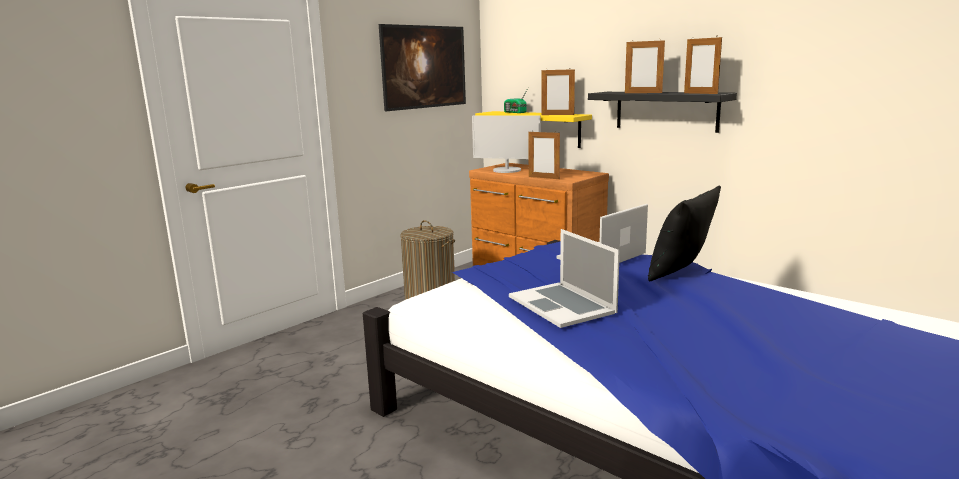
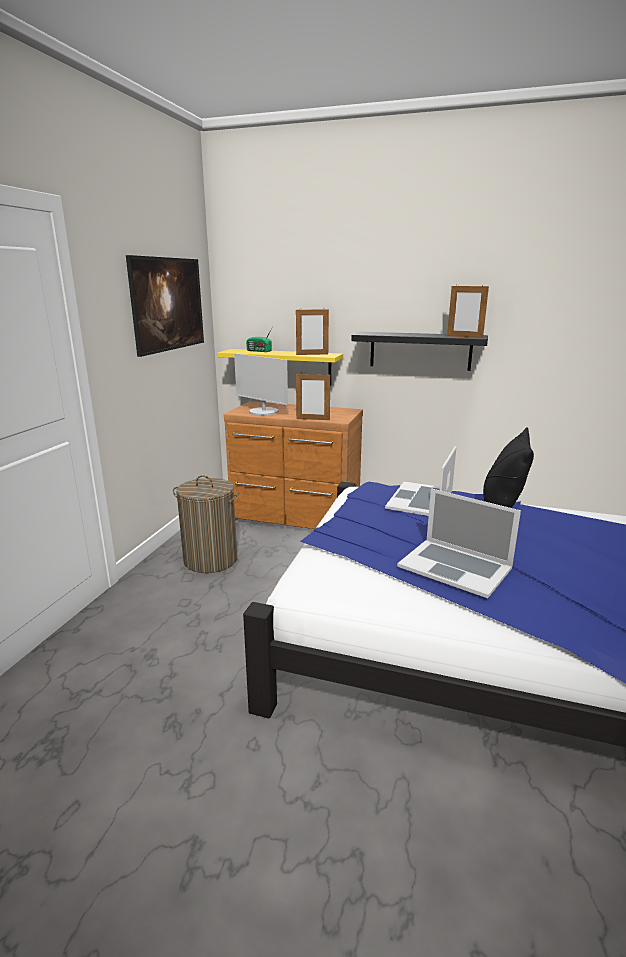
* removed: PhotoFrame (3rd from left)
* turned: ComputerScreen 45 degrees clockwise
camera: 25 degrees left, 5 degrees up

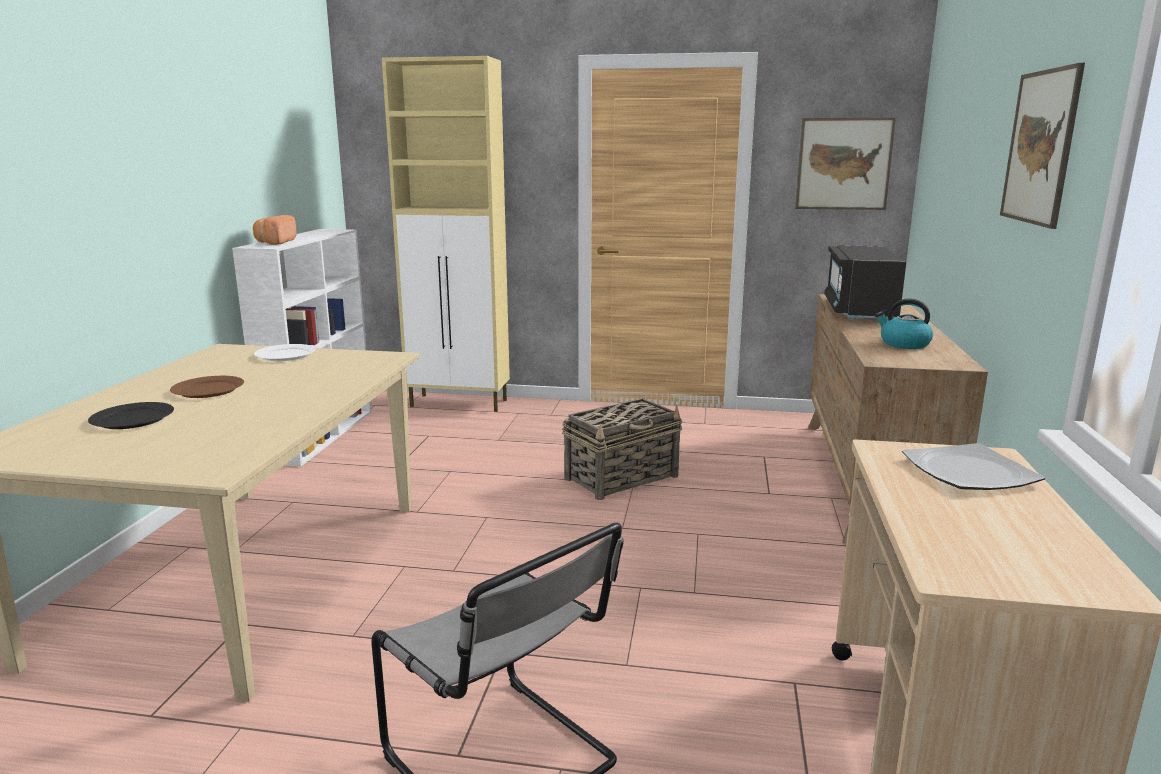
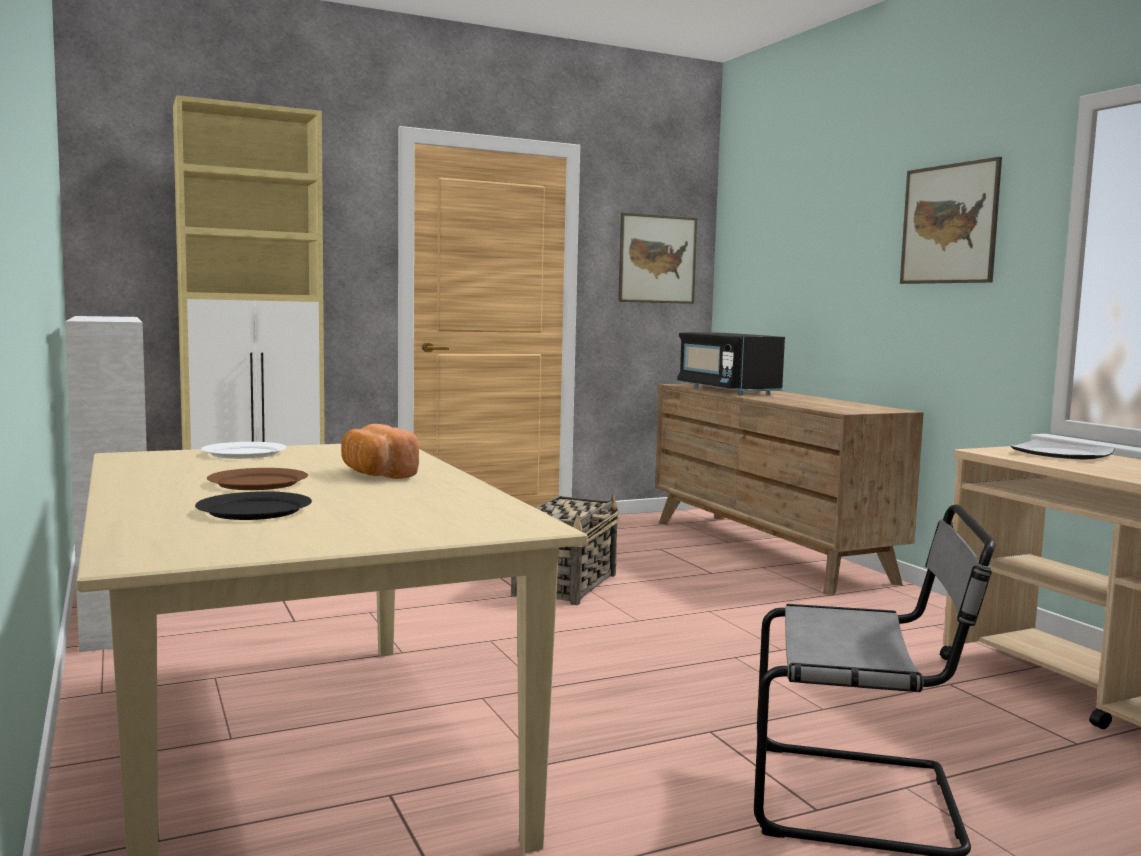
* removed: Kettle
* moved: Bread
camera: 35 degrees left, 10 degrees down

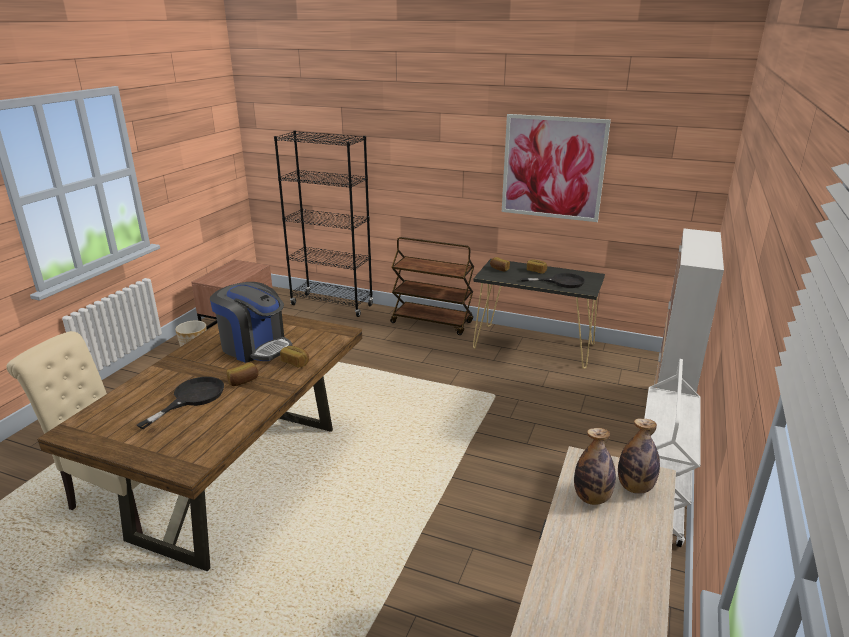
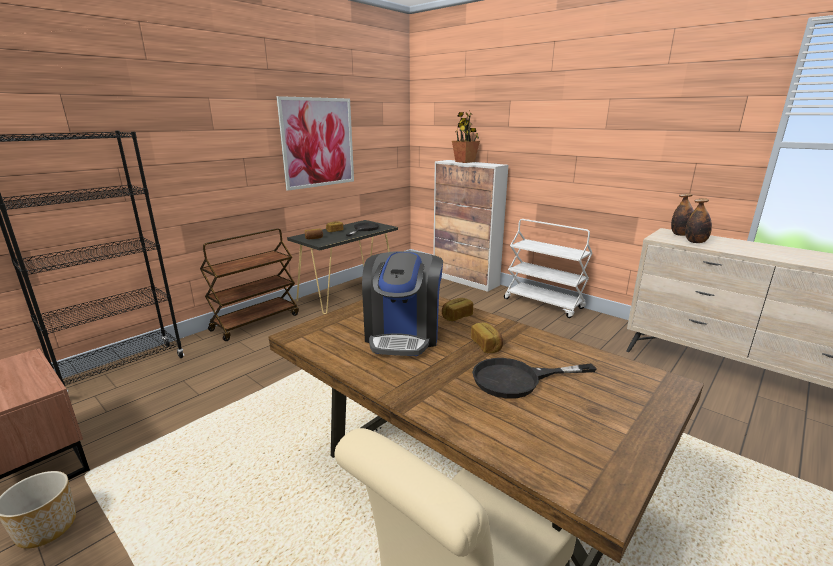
* added: PlantInAPot
* turned: BlackishPan (1st from left in the first image) 60 degrees counterclockwise
* turned: CoffeeMachine 135 degrees clockwise
camera: 70 degrees left, 5 degrees down

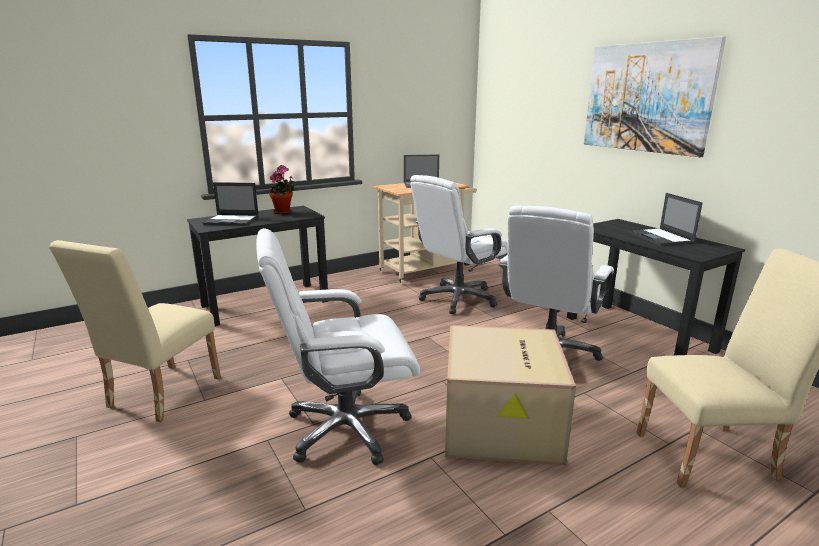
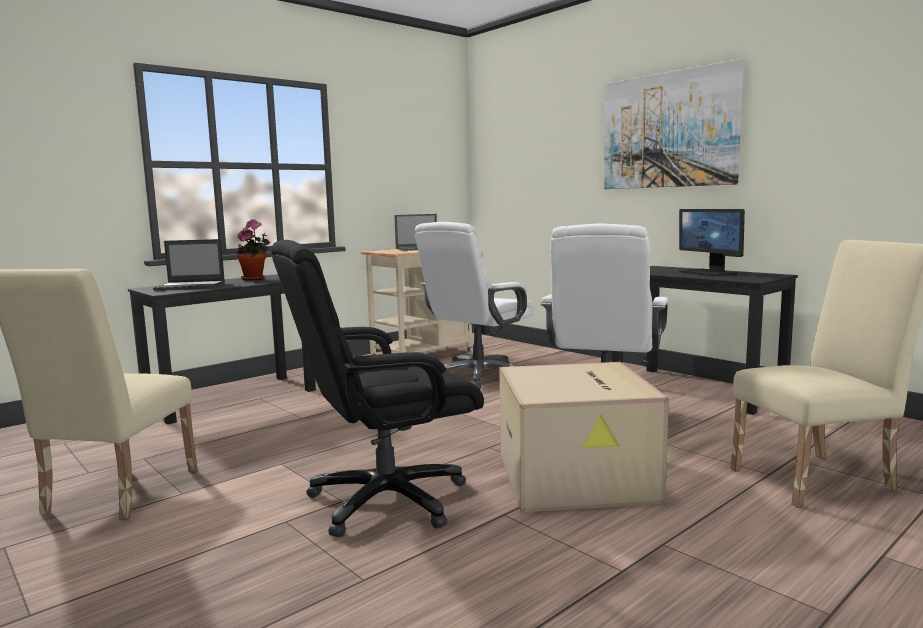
* replaced: NotebookComputer (3rd from left) to ComputerScreen
* recoloured: WhitishDeskChair (1st from left) to BlackishDeskChair
camera: 10 degrees left, 10 degrees down

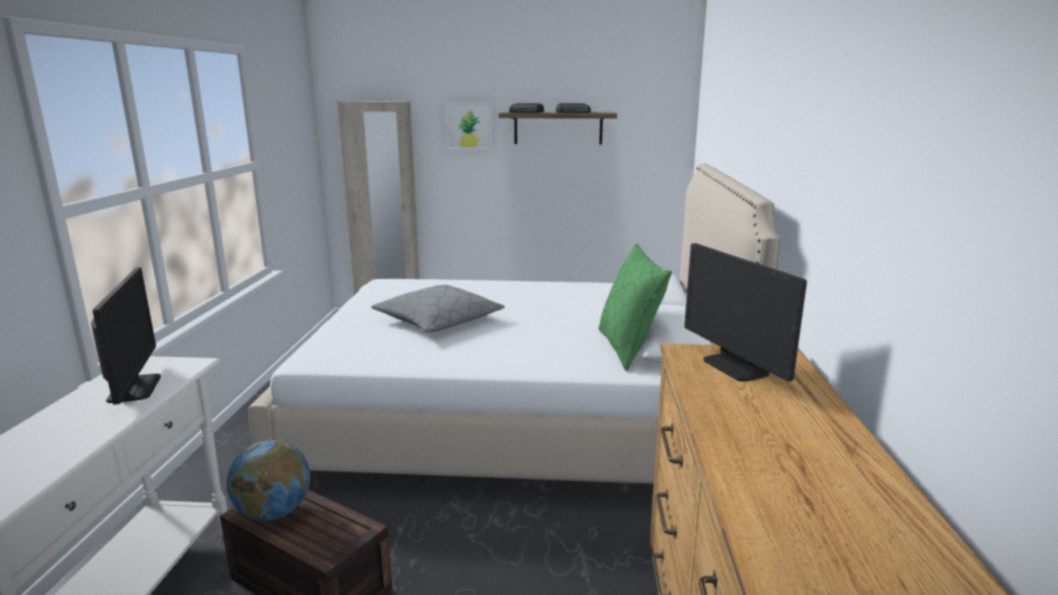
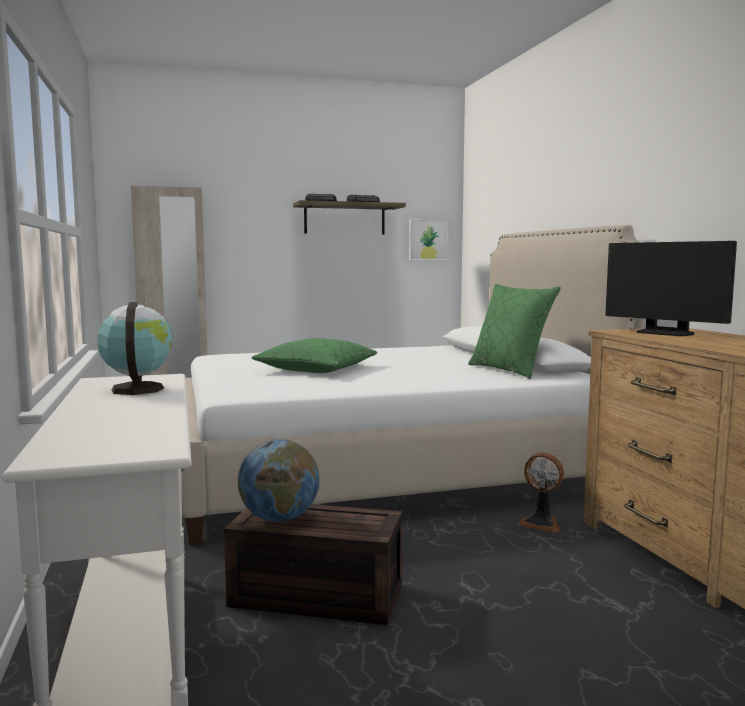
* added: ElectricFan
* moved: Picture
* replaced: ComputerScreen (1st from left) to WorldGlobe (1st from left)
* recoloured: GreyPillow to GreenPillow (1st from left)
camera: 20 degrees left, 10 degrees down

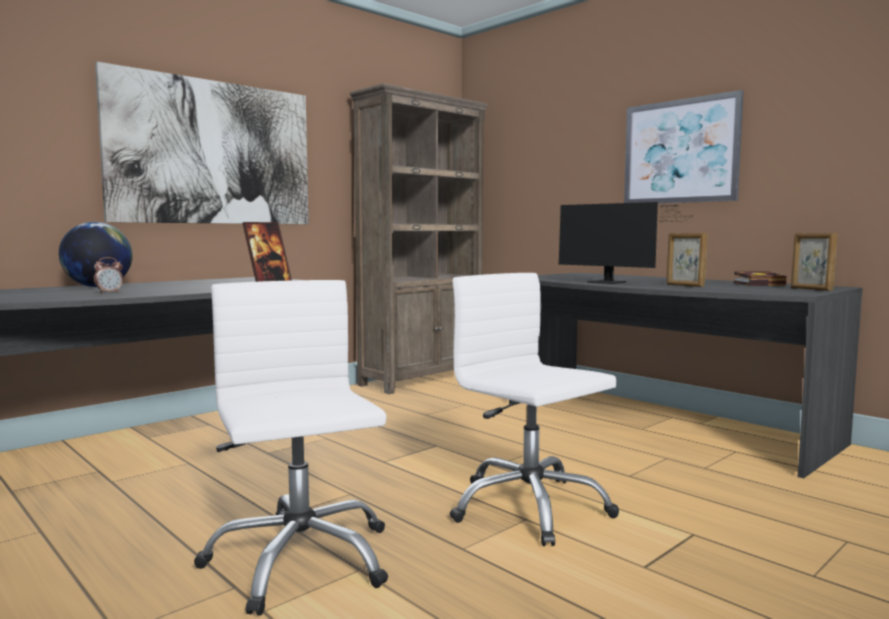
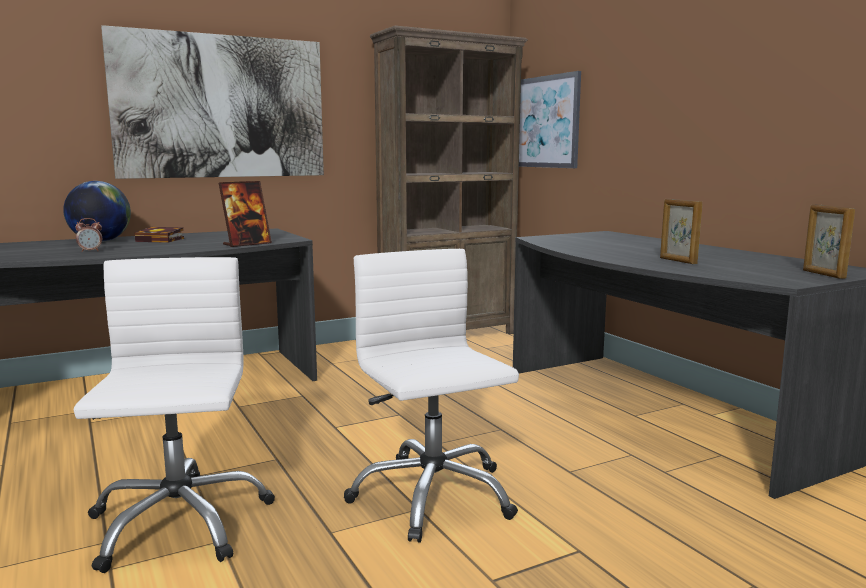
* removed: ComputerScreen
* moved: Picture (2nd from left)
* moved: Volume
camera: 15 degrees right, 5 degrees up

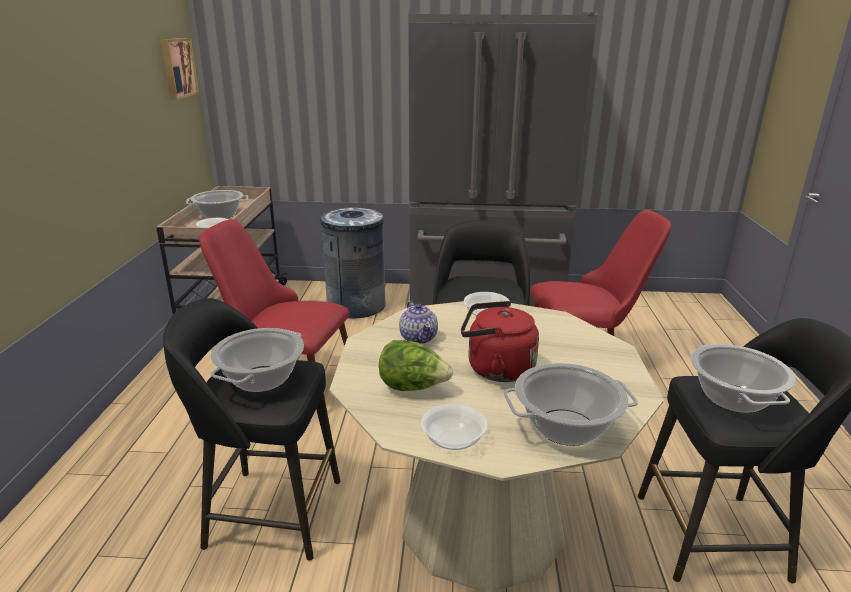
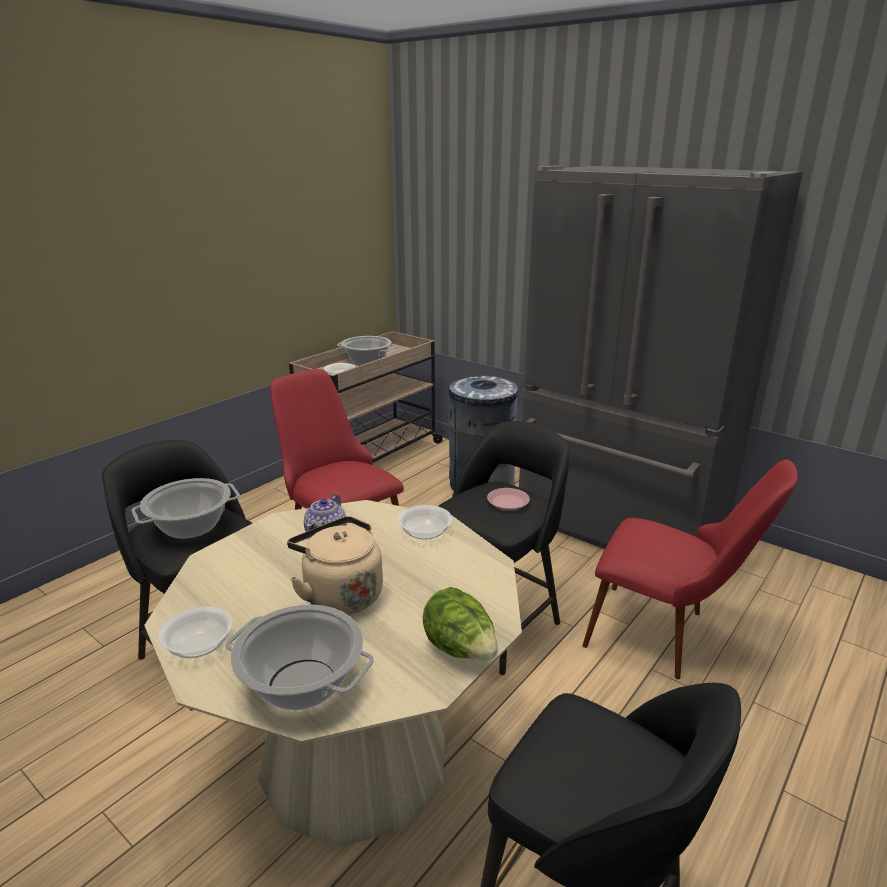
* removed: Picture
* removed: Stockpot (4th from left)
* added: PinkFlatDish
* moved: LettuceHead
* recoloured: RedColouredKettle to BeigeKettle
camera: 35 degrees right, 0 degrees up

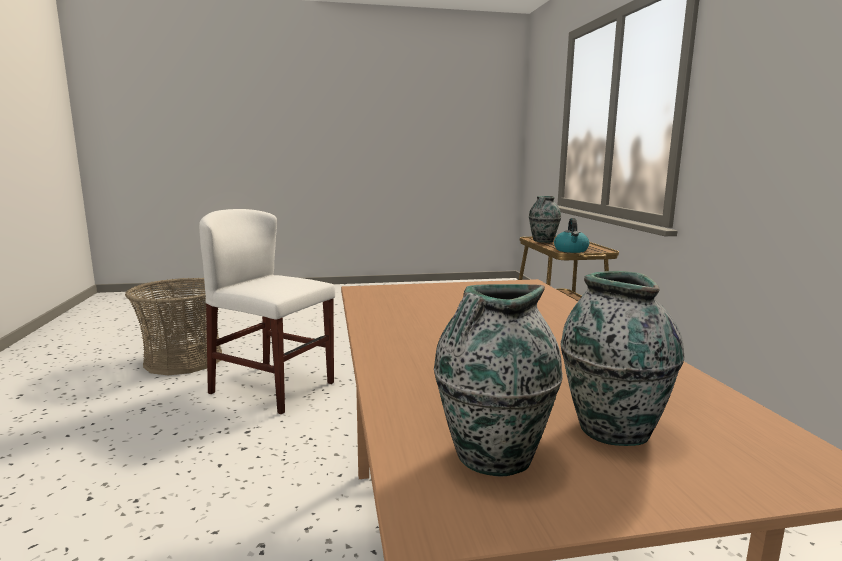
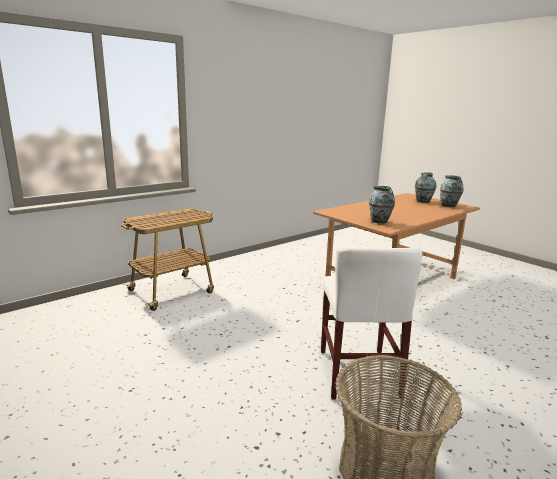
* removed: Kettle
* moved: Vase (2nd from left in the first image) to Vase (1st from left)
camera: 120 degrees left, 5 degrees up

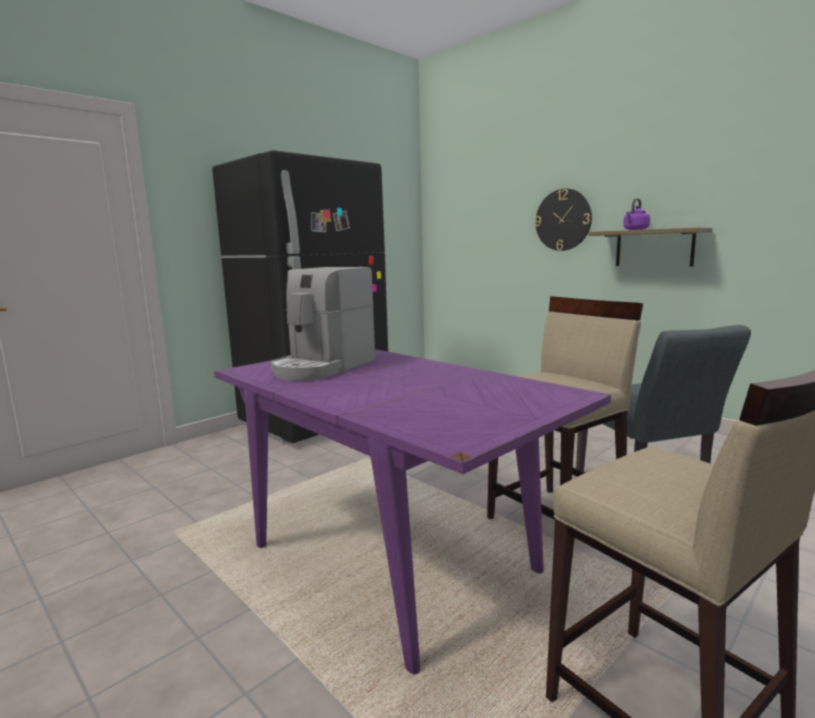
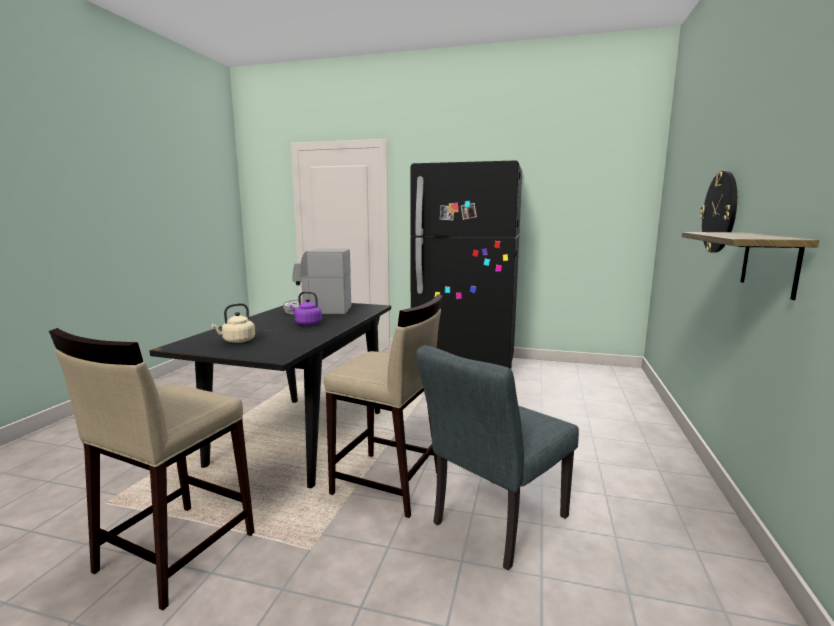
* added: BeigeKettle
* moved: PurpleColouredKettle
* recoloured: PurpleColouredKitchenTable to BlackishKitchenTable
camera: 60 degrees right, 0 degrees up

